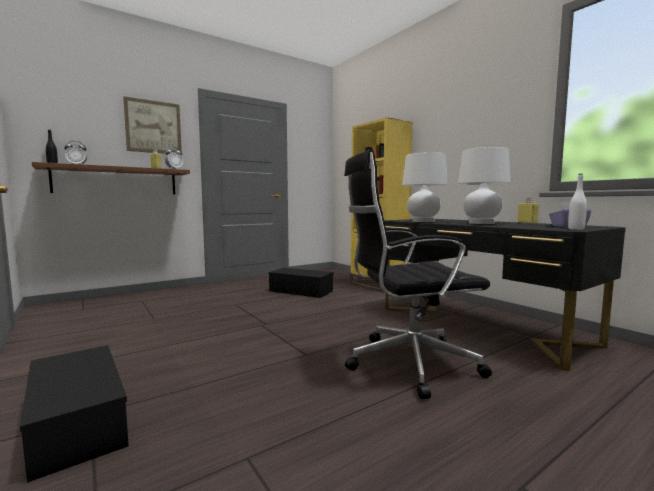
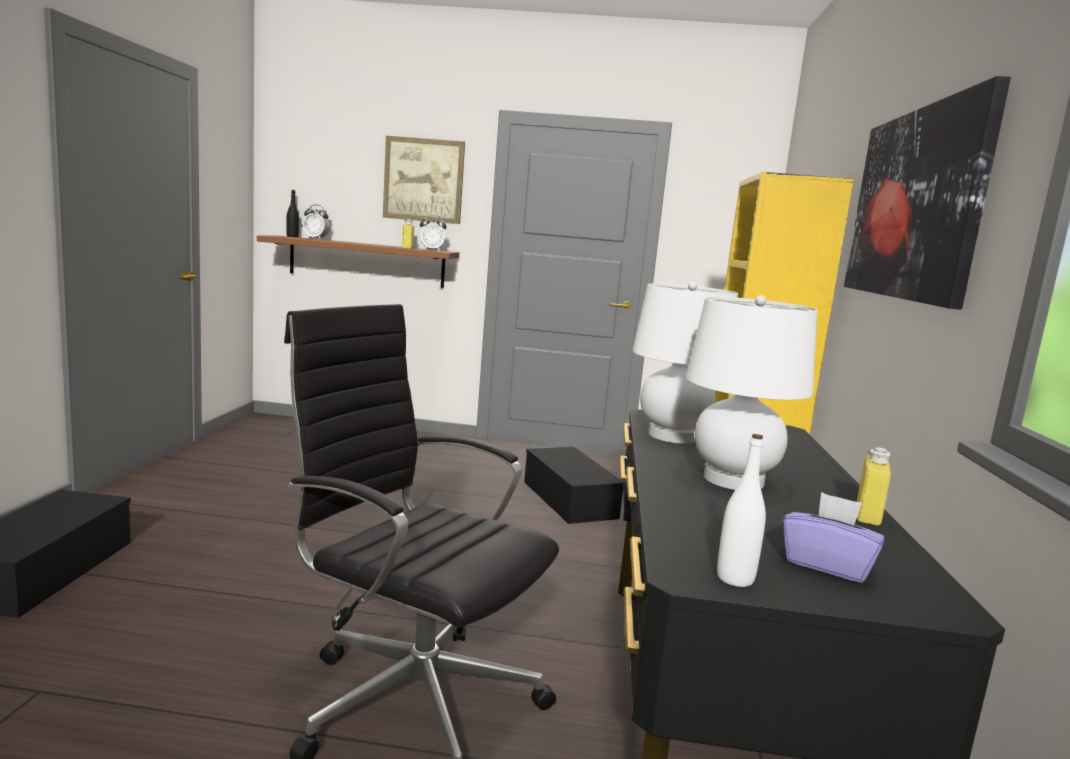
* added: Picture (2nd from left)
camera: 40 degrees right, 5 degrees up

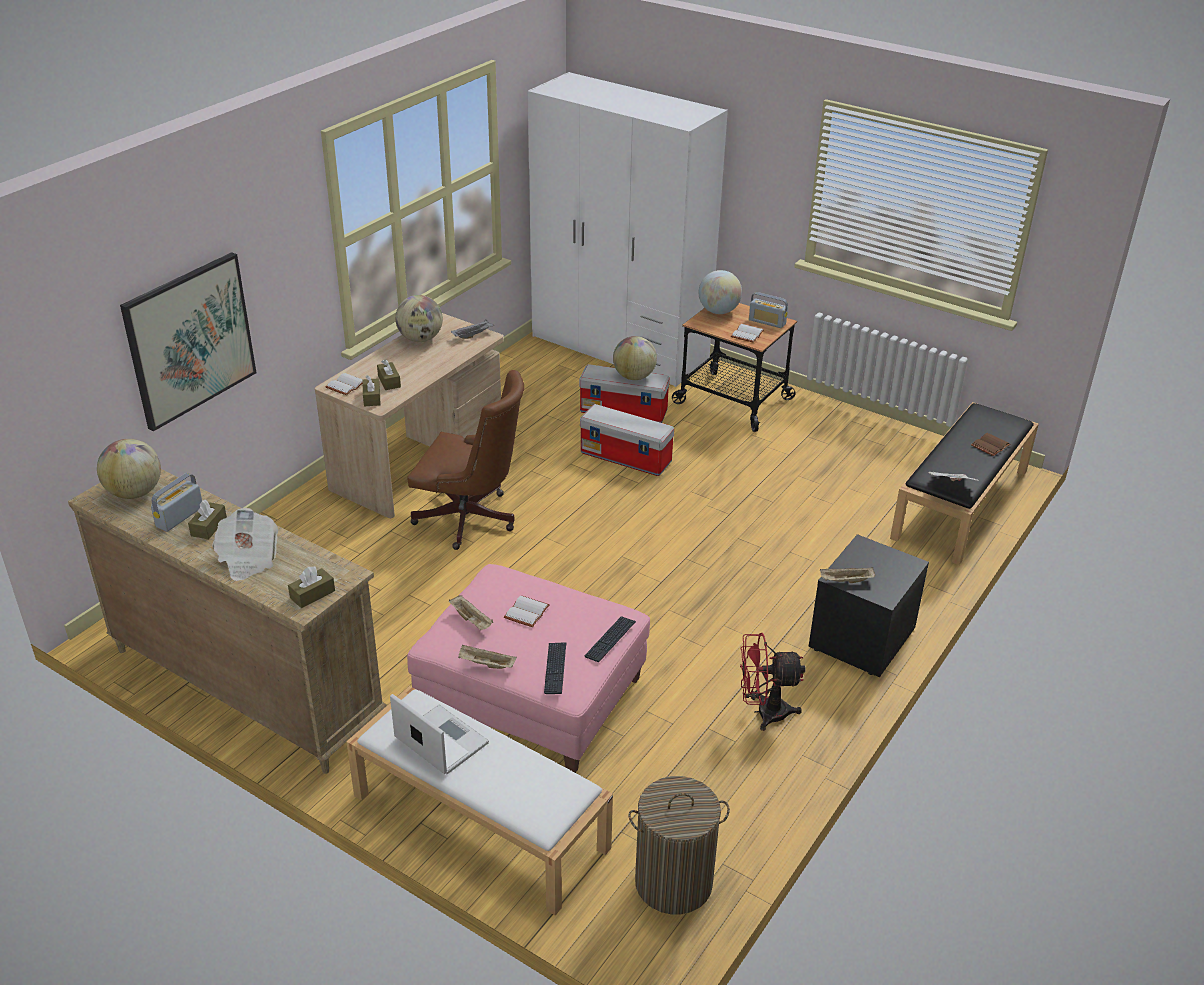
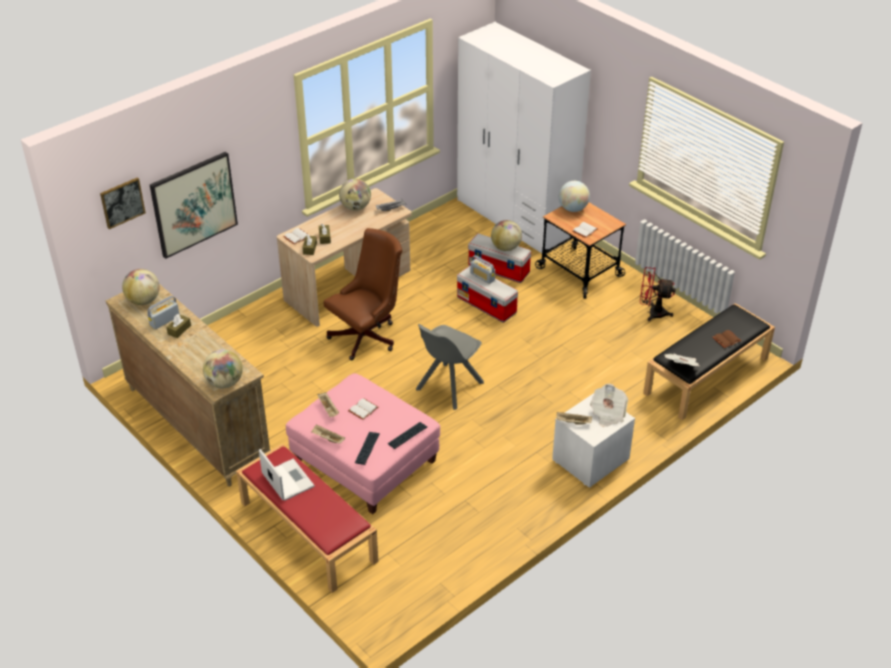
* removed: LaundryBasket
* added: Picture (1st from left)
* added: GreyUprightChair
* moved: Newspaper (1st from left)
* moved: RedColouredElectricFan
* moved: RadioReceiver (2nd from left)
* replaced: BrownishTissueHolder (2nd from left) to WorldGlobe (2nd from left)
* recoloured: WhitishBench to RedColouredBench
* recoloured: BlackishBedsideTable to WhitishBedsideTable
* turned: BrownishDeskChair 75 degrees counterclockwise
camera: 15 degrees right, 5 degrees up

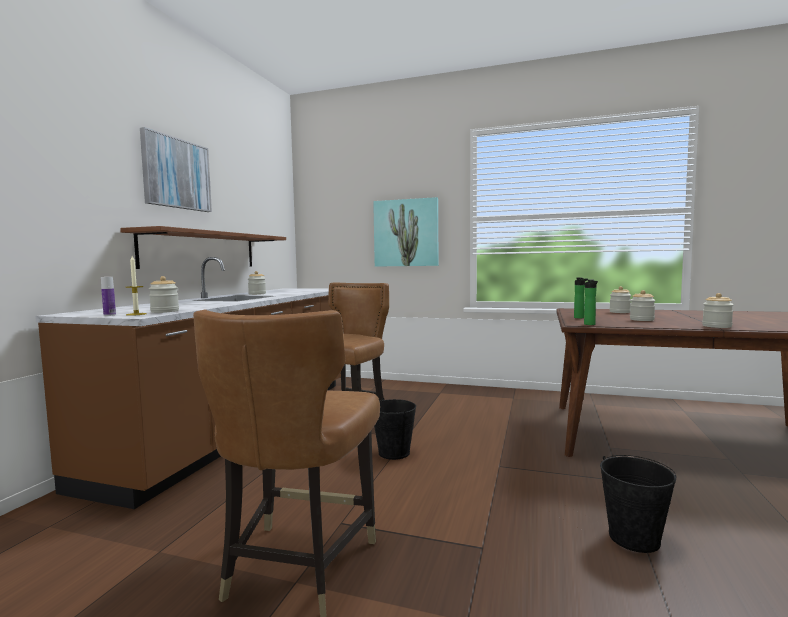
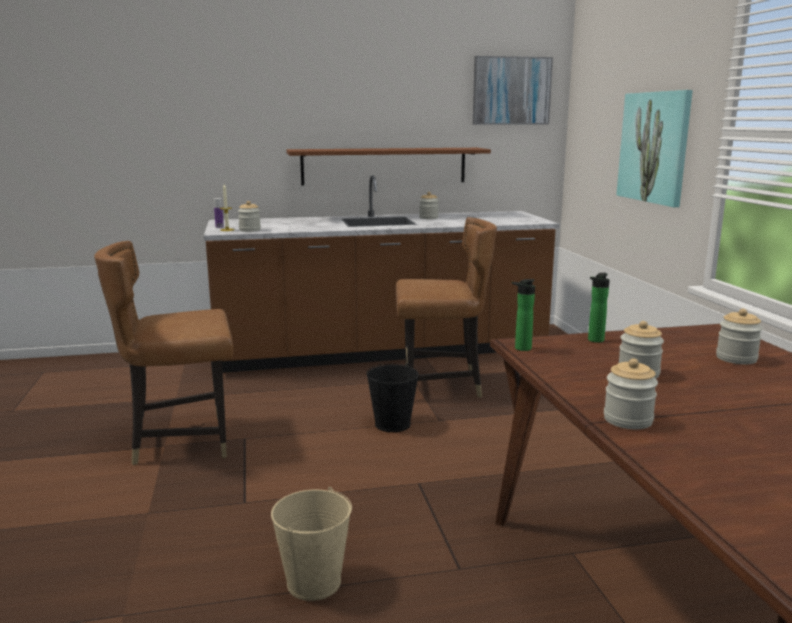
* moved: Picture (1st from left)
* recoloured: BlackishBucket (2nd from left) to BeigeBucket
camera: 60 degrees right, 10 degrees up

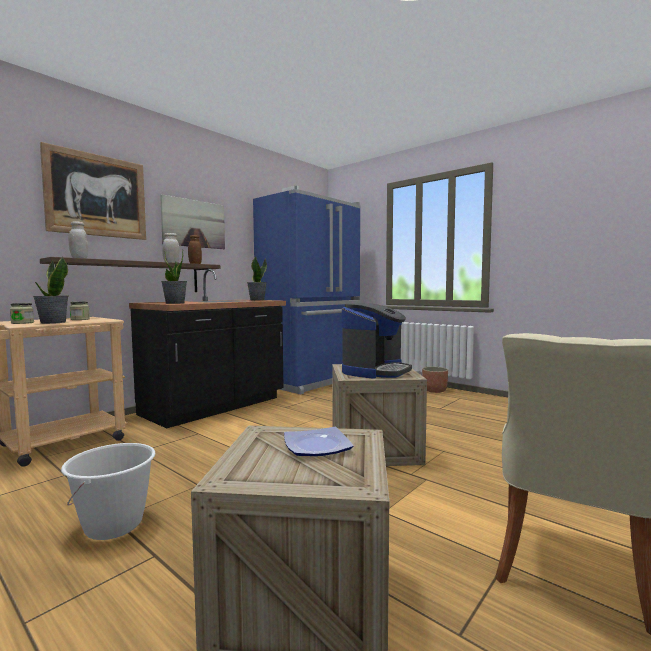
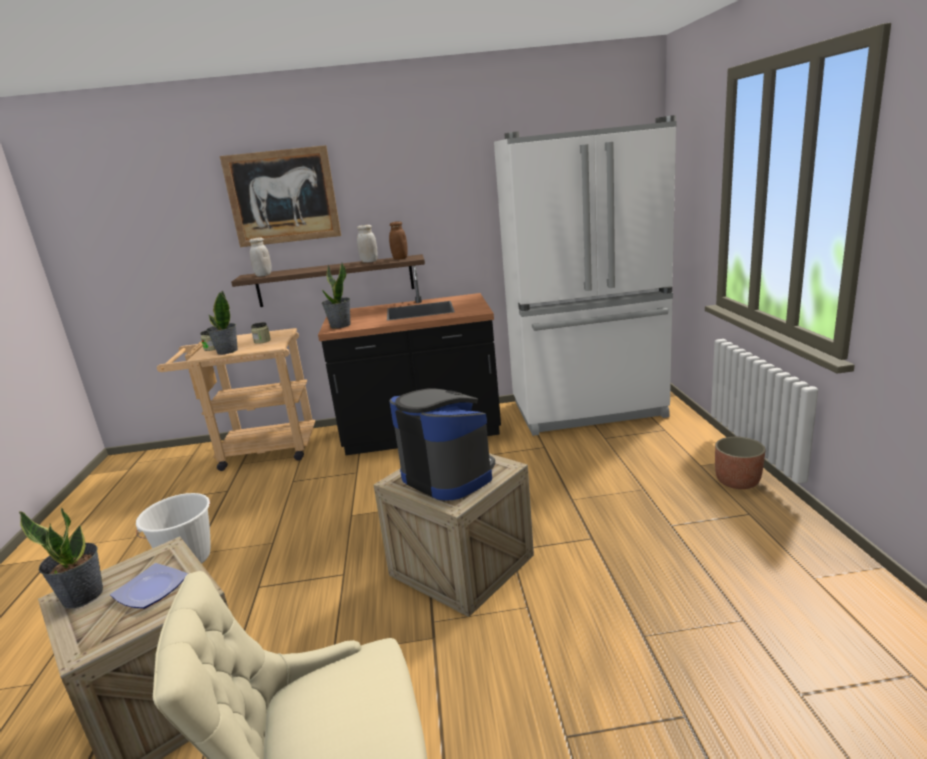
* removed: Picture (2nd from left)
* moved: PlantInAPot (3rd from left in the first image) to PlantInAPot (1st from left)
* recoloured: BluishFridge to WhitishFridge
* turned: CoffeeMachine 120 degrees counterclockwise
camera: 45 degrees right, 15 degrees up

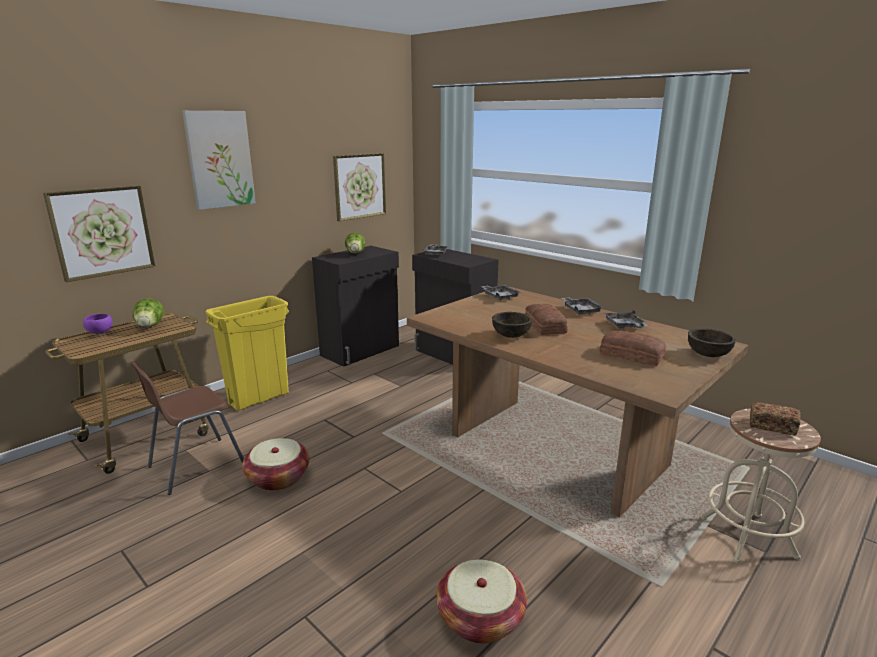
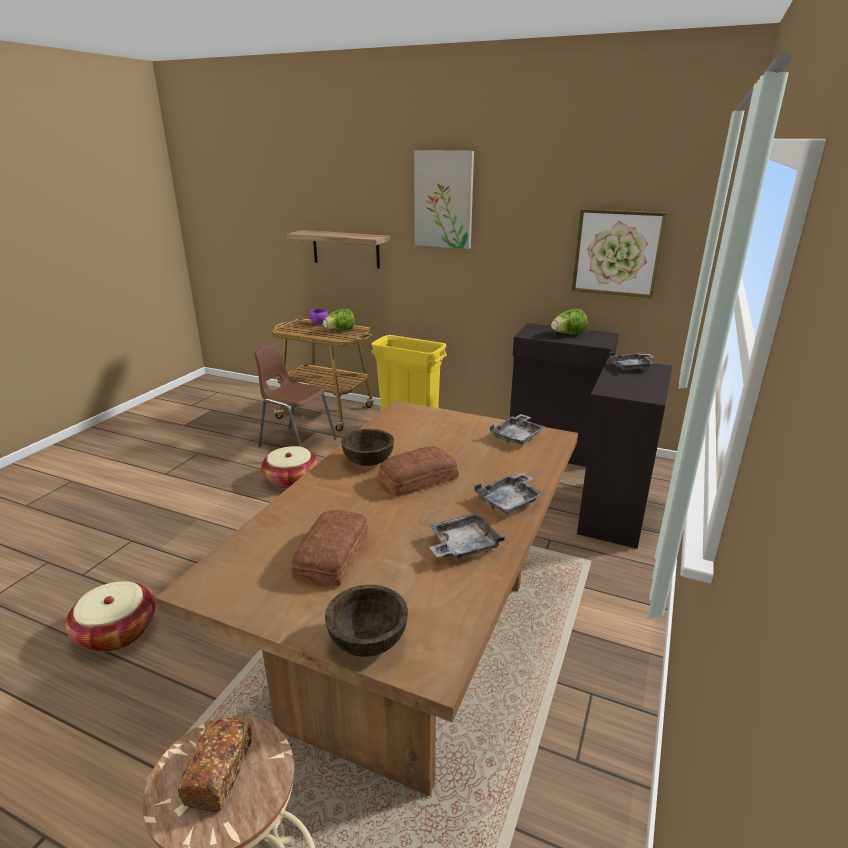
* replaced: Picture (1st from left) to BracketShelf
camera: 70 degrees right, 5 degrees up

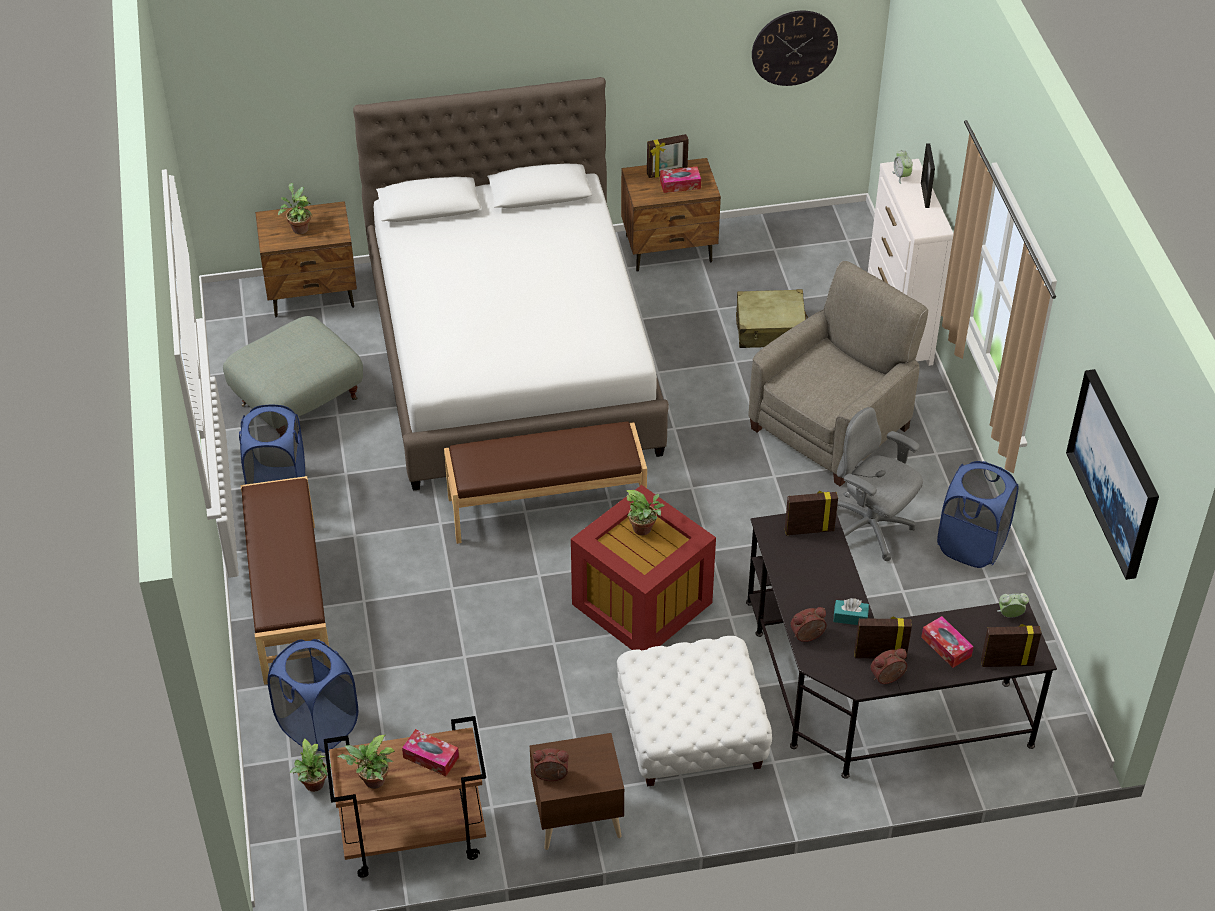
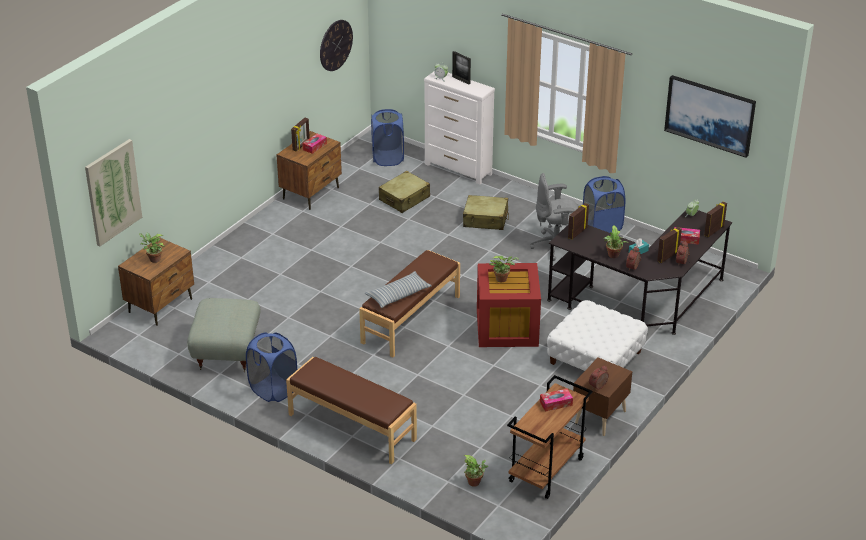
* removed: WhitishBedroomBed
* added: Picture (1st from left)
* added: Pillow
* moved: BluishLaundryBasket (2nd from left)
* moved: PlantInAPot (3rd from left in the first image) to PlantInAPot (4th from left)
* replaced: BeigeEasyChair to BeigeTravelCase (2nd from left)
camera: 45 degrees left, 10 degrees down

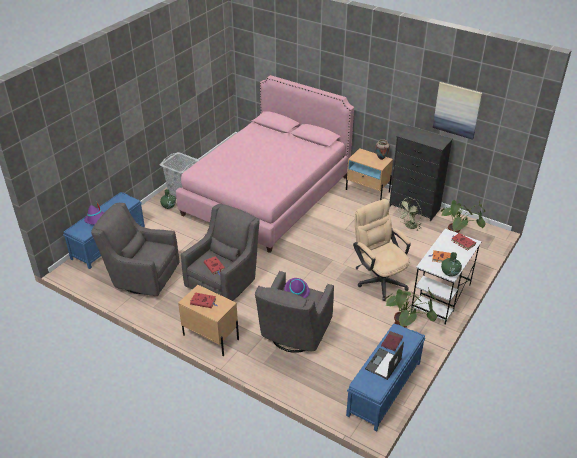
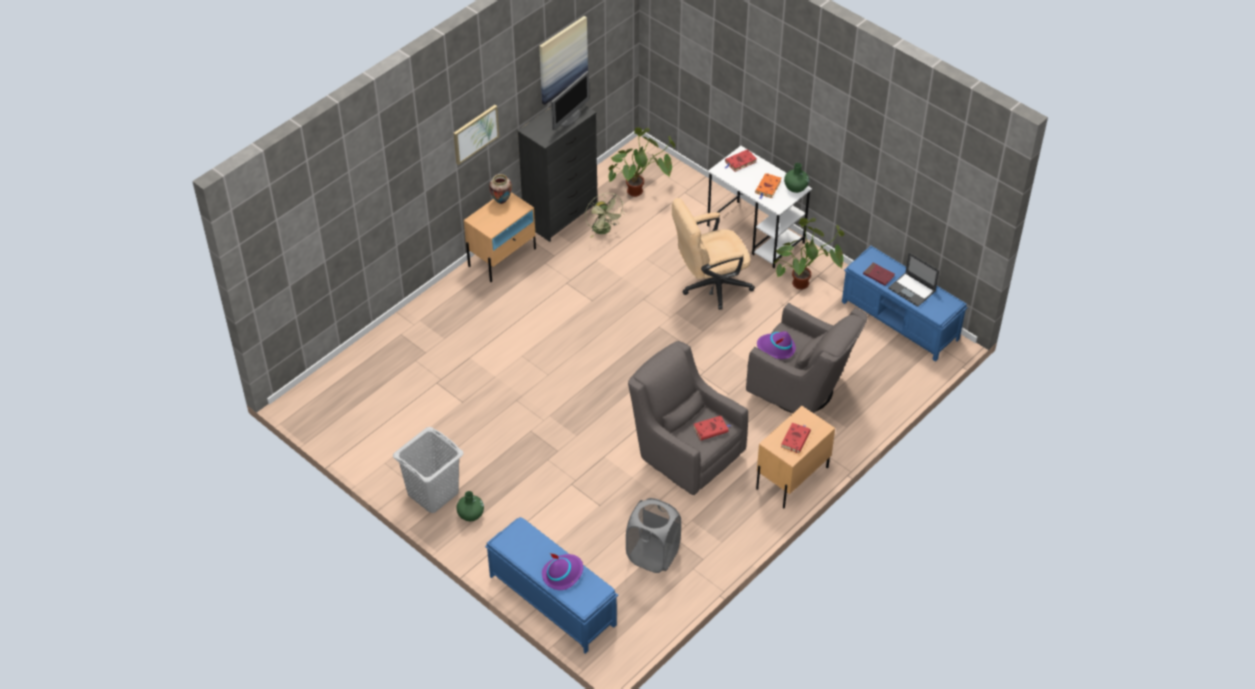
* removed: PinkBedroomBed
* added: Picture (1st from left)
* added: ComputerScreen
* replaced: GreyEasyChair (1st from left) to GreyLaundryBasket (2nd from left)
camera: 80 degrees left, 10 degrees up

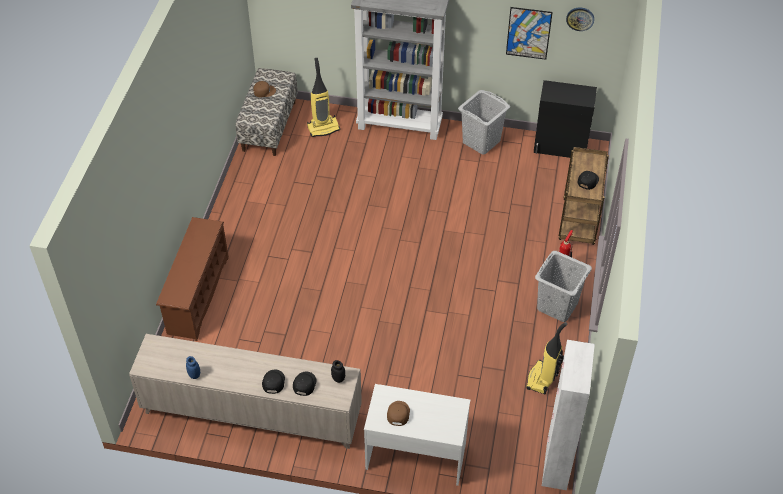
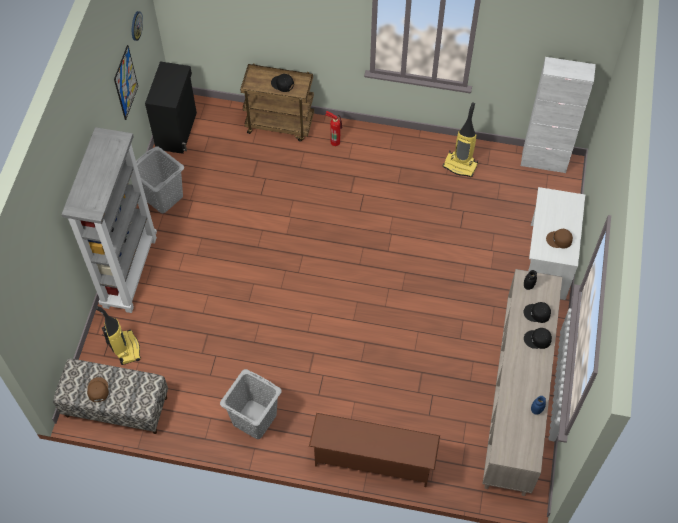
* moved: GreyLaundryBasket (2nd from left)
camera: 90 degrees left, 10 degrees up

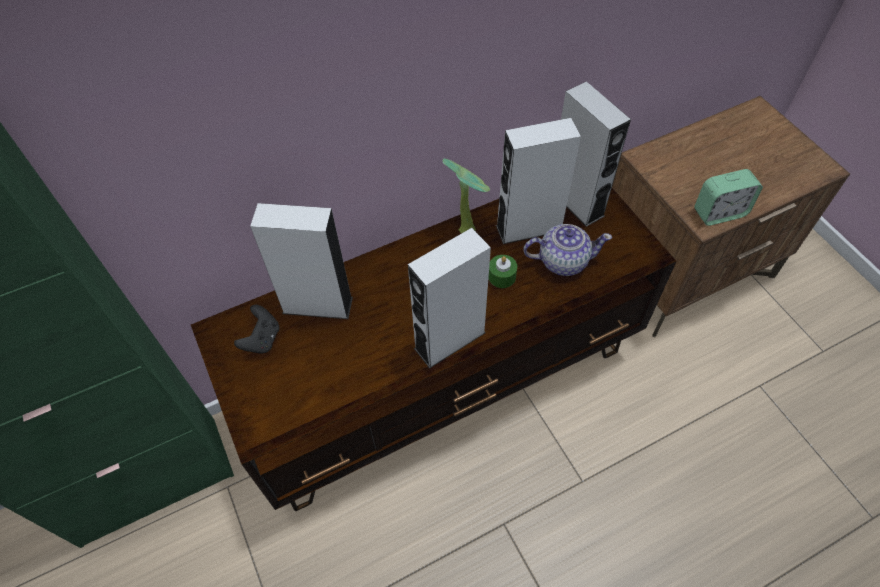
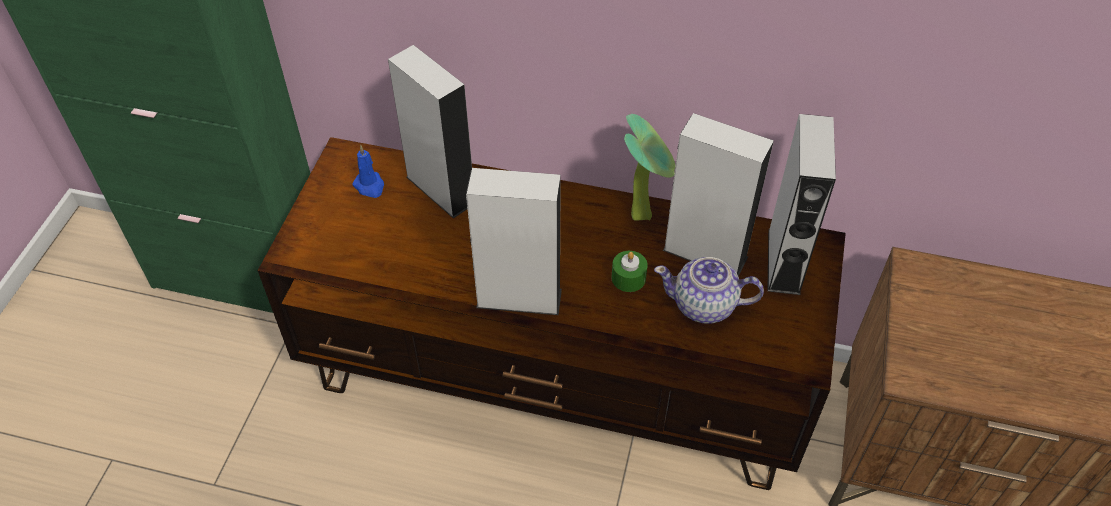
* removed: BedsideClock
* replaced: BlackishGamepad to BluishCandle
* turned: PotForTea 150 degrees clockwise
camera: 40 degrees right, 5 degrees down

